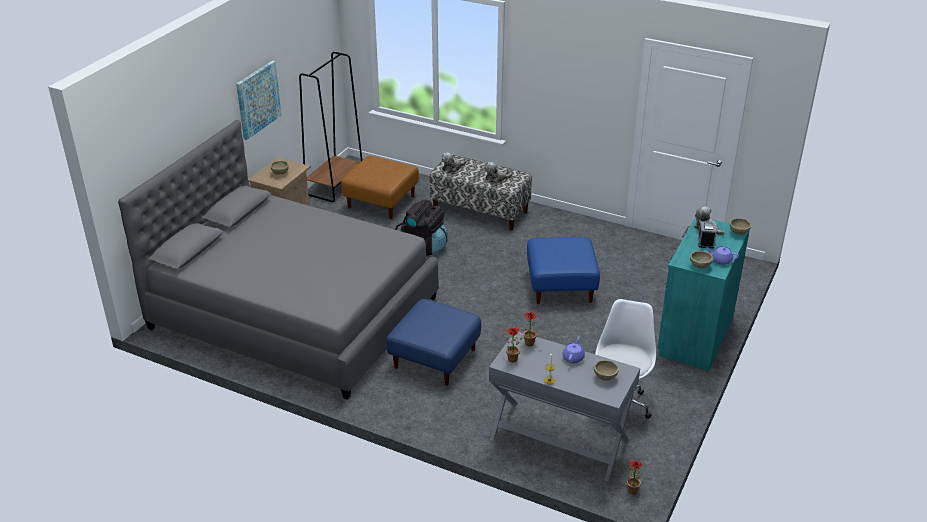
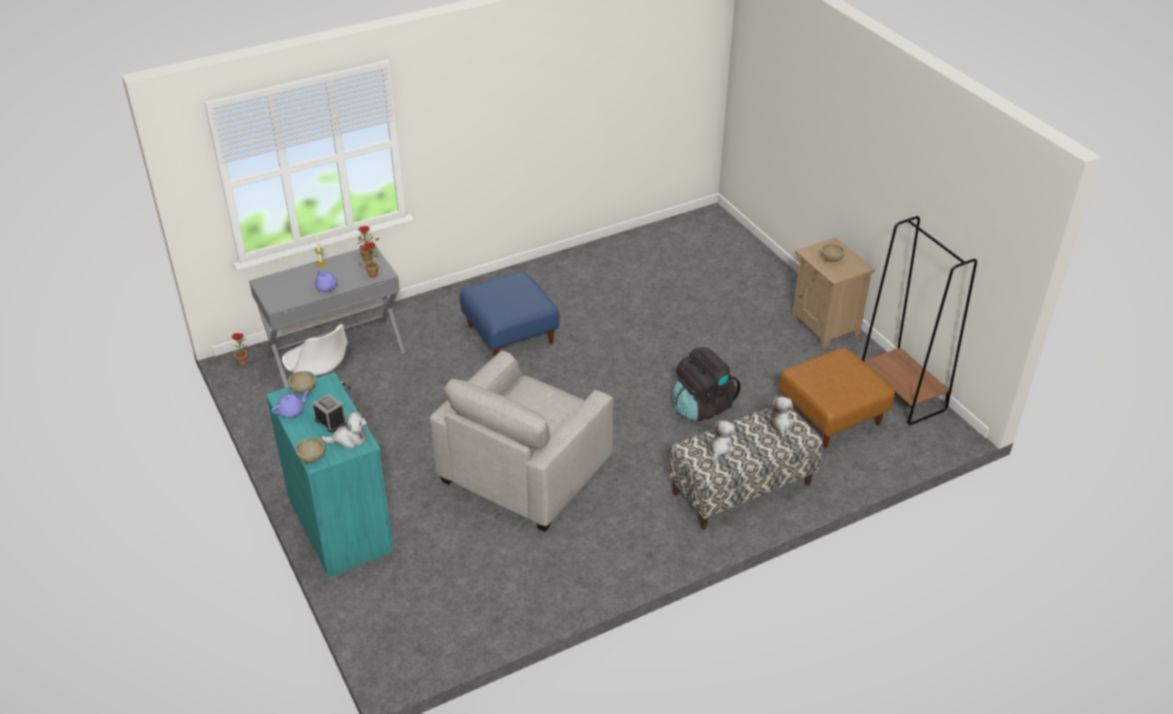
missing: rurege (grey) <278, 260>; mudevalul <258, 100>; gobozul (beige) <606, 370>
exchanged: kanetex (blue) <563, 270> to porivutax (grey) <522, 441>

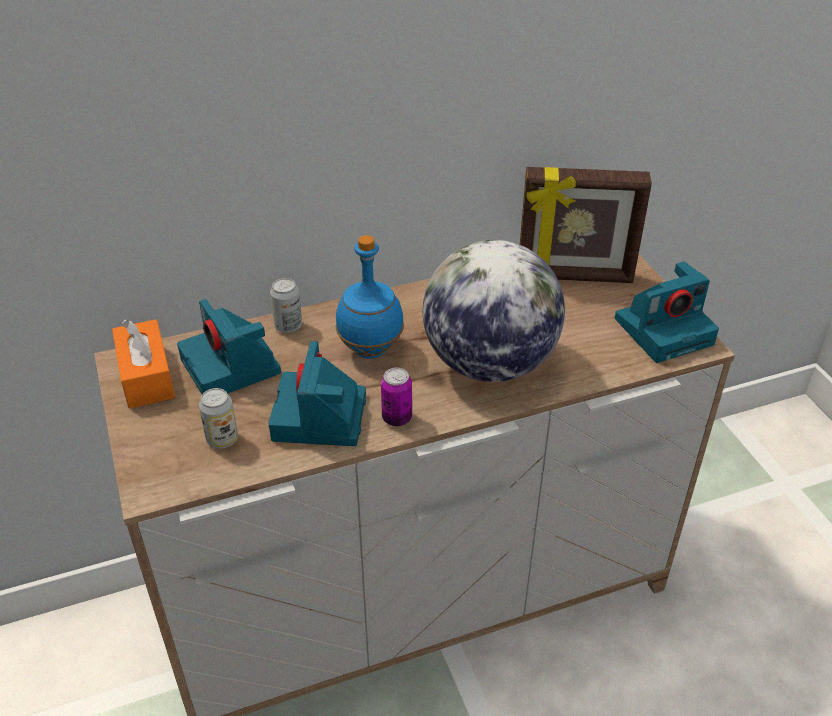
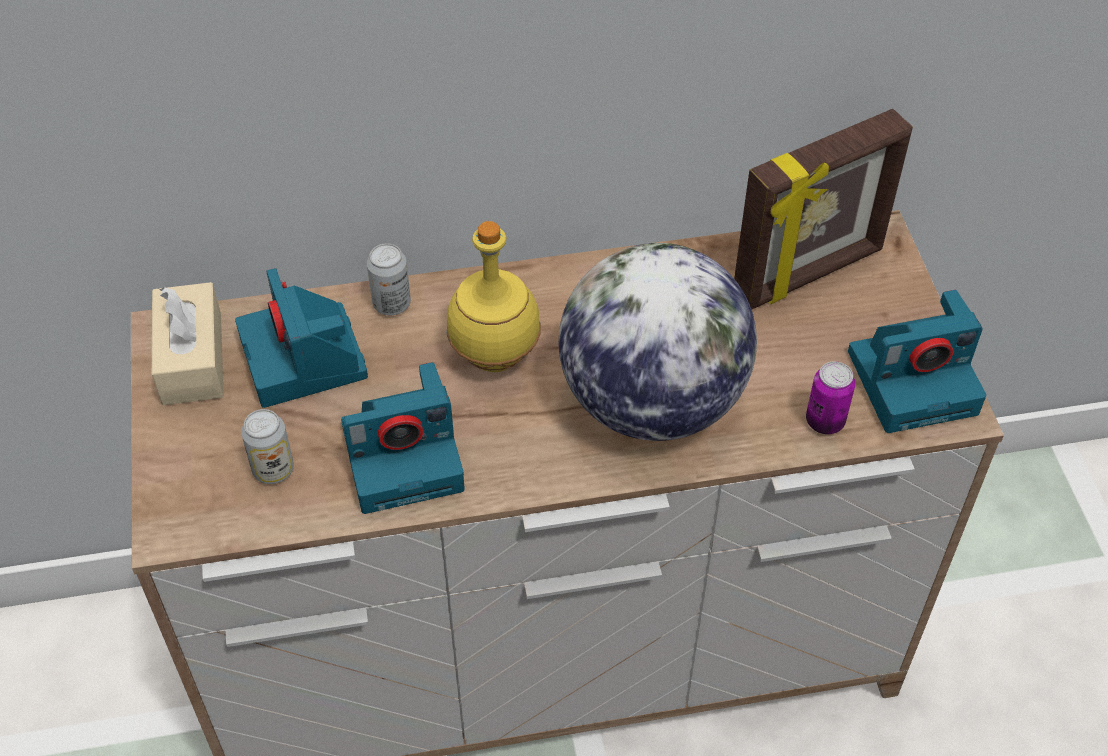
relocated: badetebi <396, 397> to <830, 397>
colour: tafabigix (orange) <143, 363> to tafabigix (beige) <188, 343>; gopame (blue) <370, 297> to gopame (yellow) <494, 296>
spun: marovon <317, 393> = <403, 438> 120 degrees counterclockwise; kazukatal <586, 225> = <823, 209> 45 degrees counterclockwise

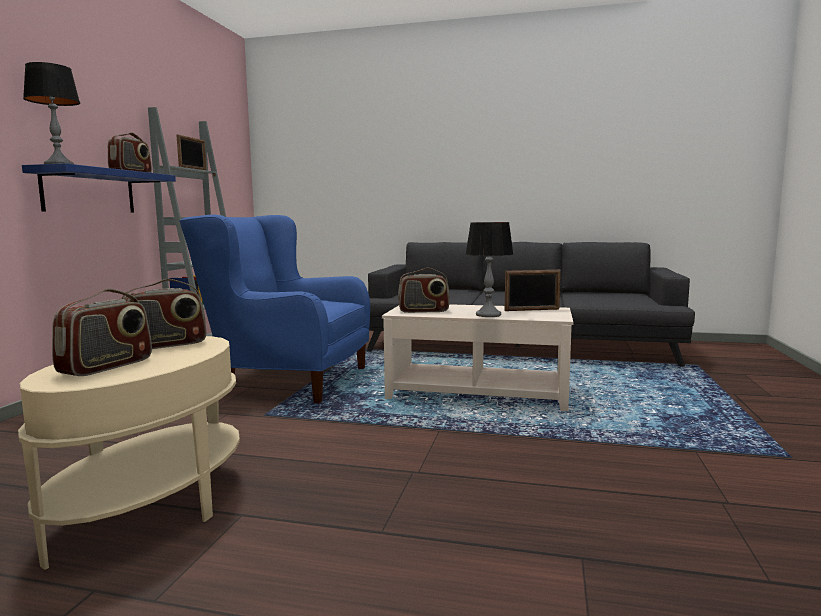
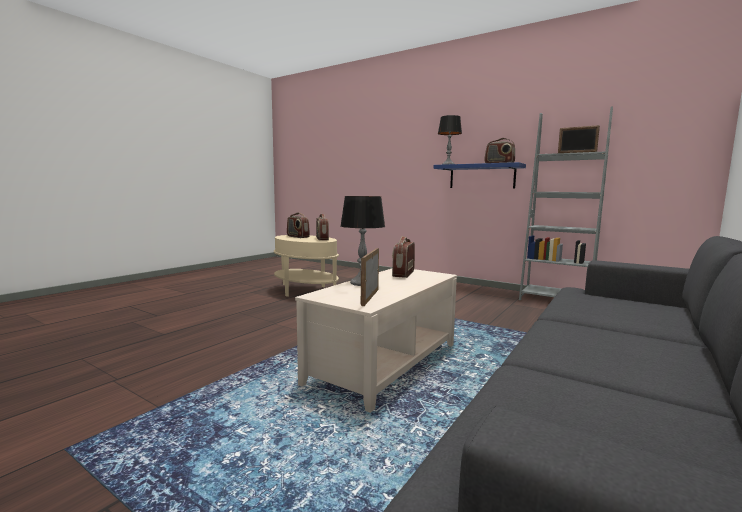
missing: porivutax (blue) <274, 309>

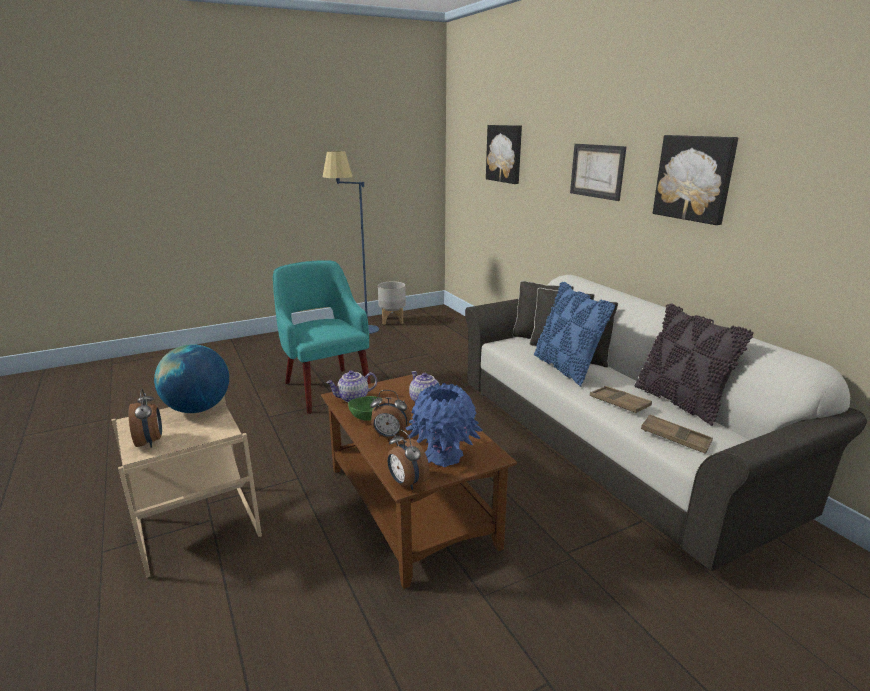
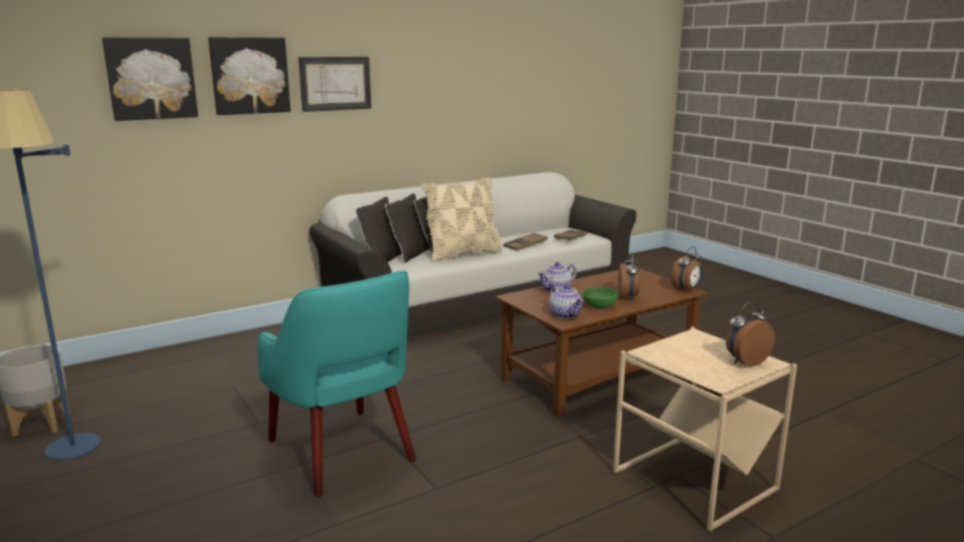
missing: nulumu <191, 378>; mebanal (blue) <444, 425>; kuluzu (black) <694, 364>
relocated: mudevalul <696, 180> to <249, 76>
colour: kuluzu (blue) <574, 334> to kuluzu (beige) <461, 220>
spun: porivutax (turquoise) <322, 337> = <337, 384> 90 degrees counterclockwise

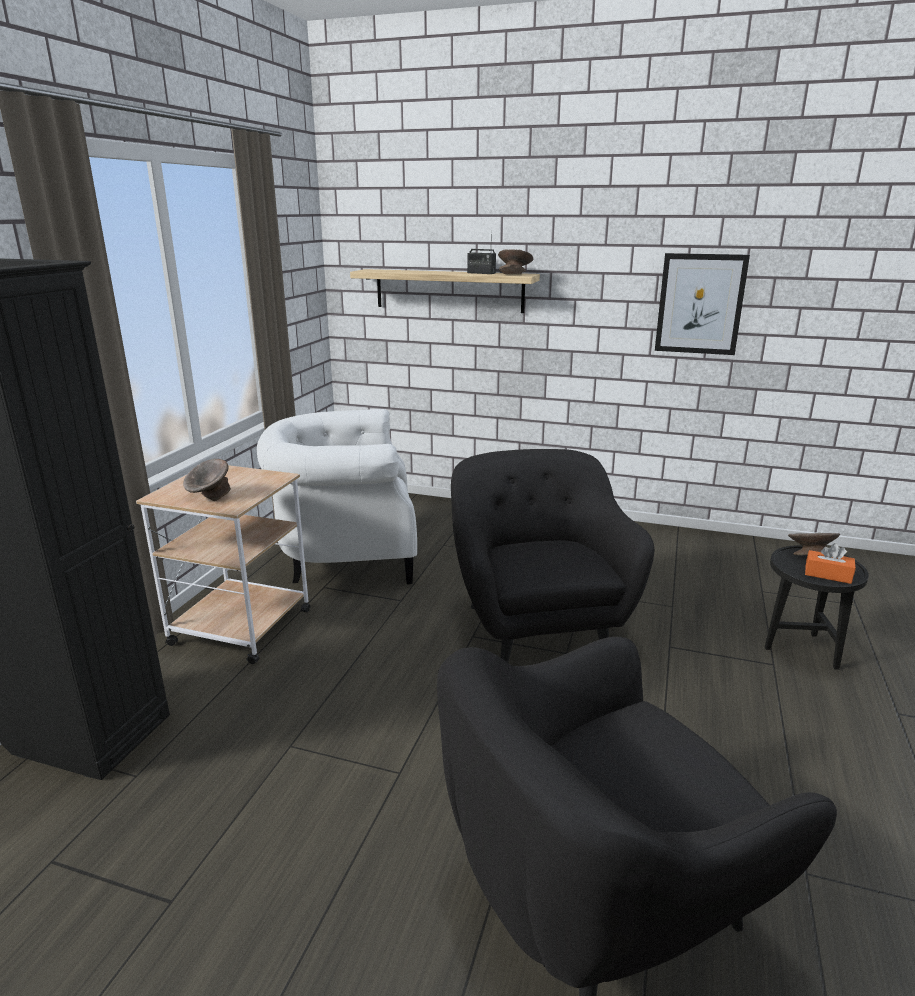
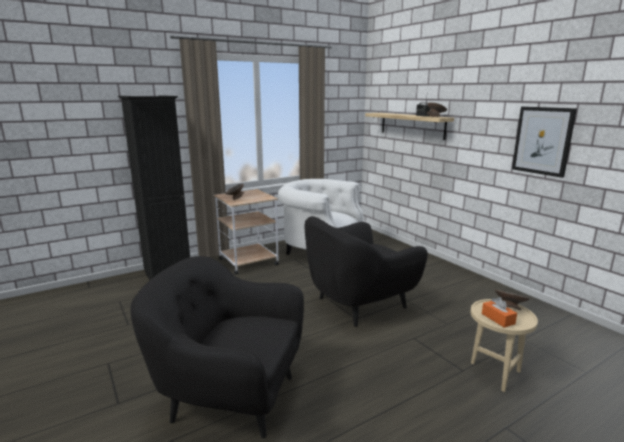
colour: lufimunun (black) <817, 607> to lufimunun (beige) <504, 345>
spun: porivutax (black) <552, 556> = <366, 271> 150 degrees counterclockwise

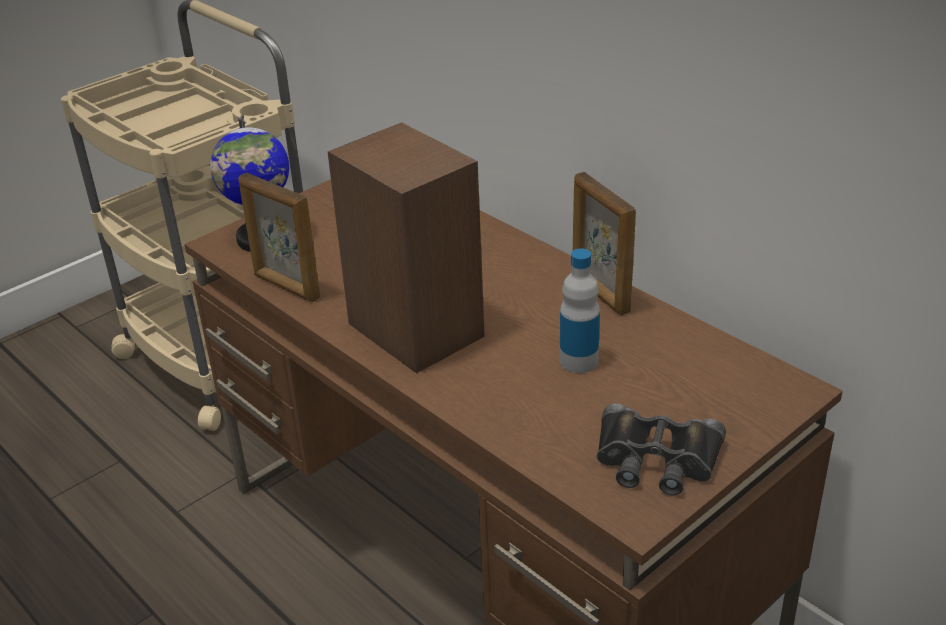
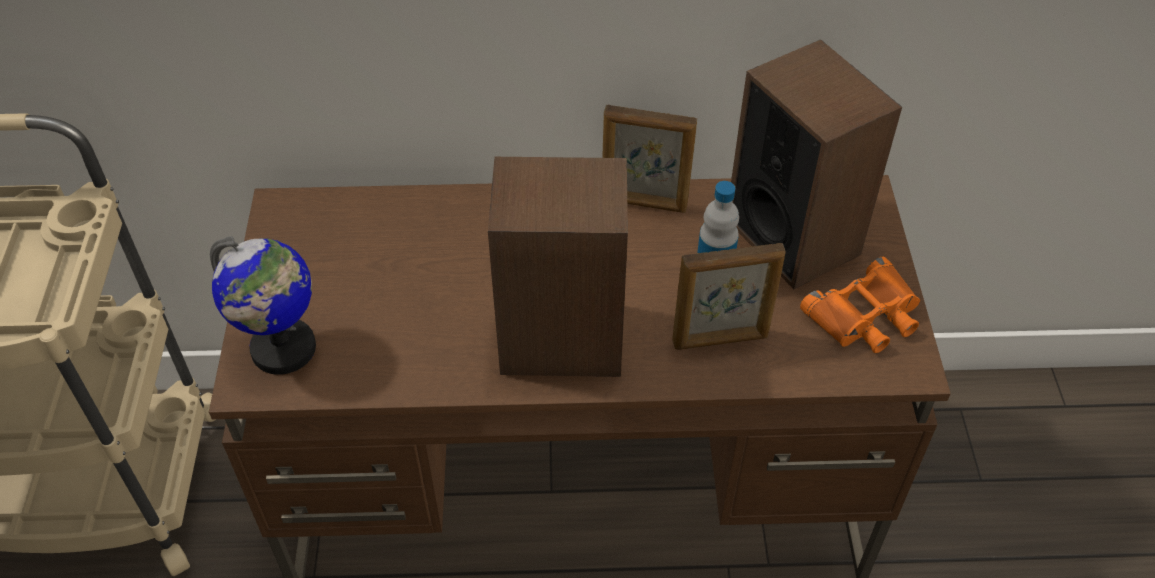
appeared: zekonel <816, 164>
relocated: kazukatal <279, 237> to <729, 296>
colour: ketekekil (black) <661, 450> to ketekekil (orange) <860, 305>

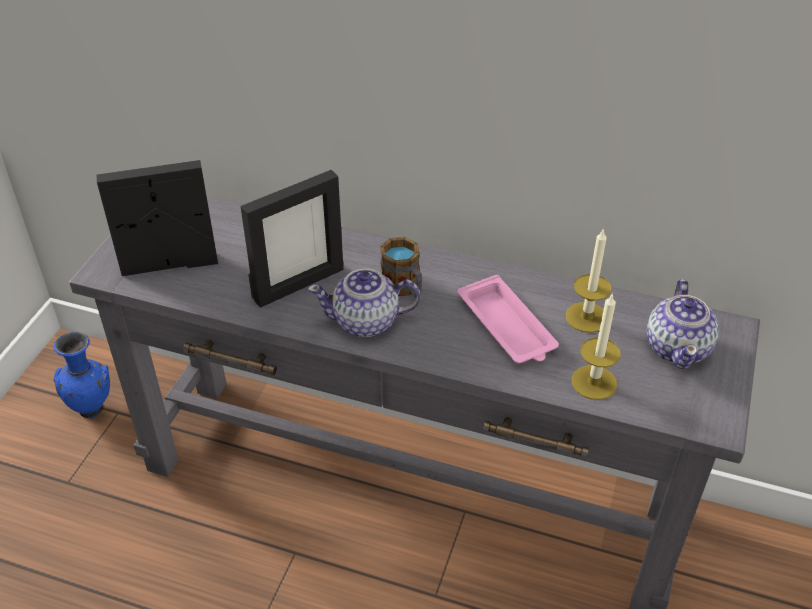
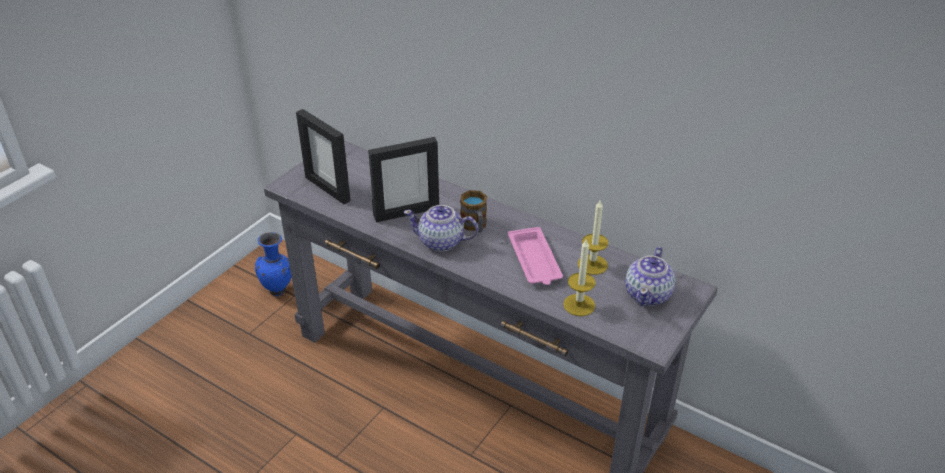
spun: kazukatal <157, 218> = <323, 156> 135 degrees counterclockwise

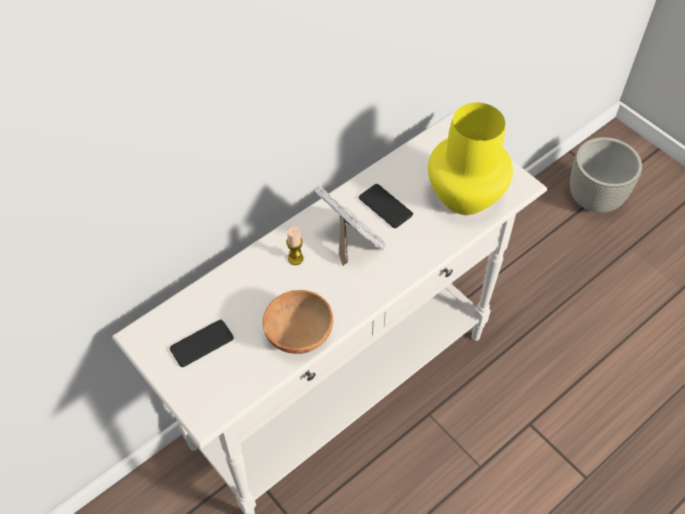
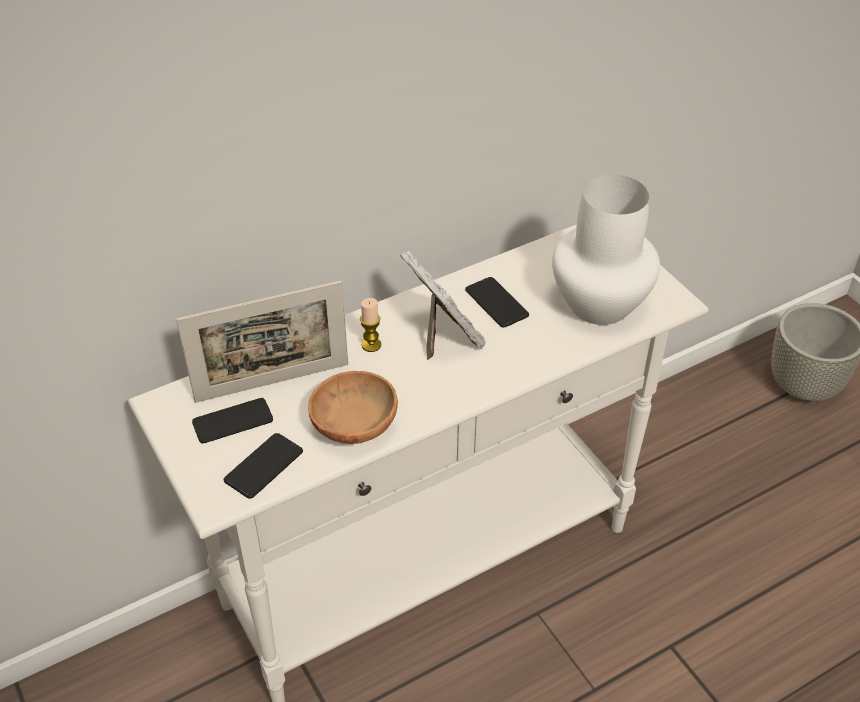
appeared: kazukatal <262, 342>; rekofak <263, 465>
colour: mebanal (yellow) <470, 159> to mebanal (white) <606, 249>

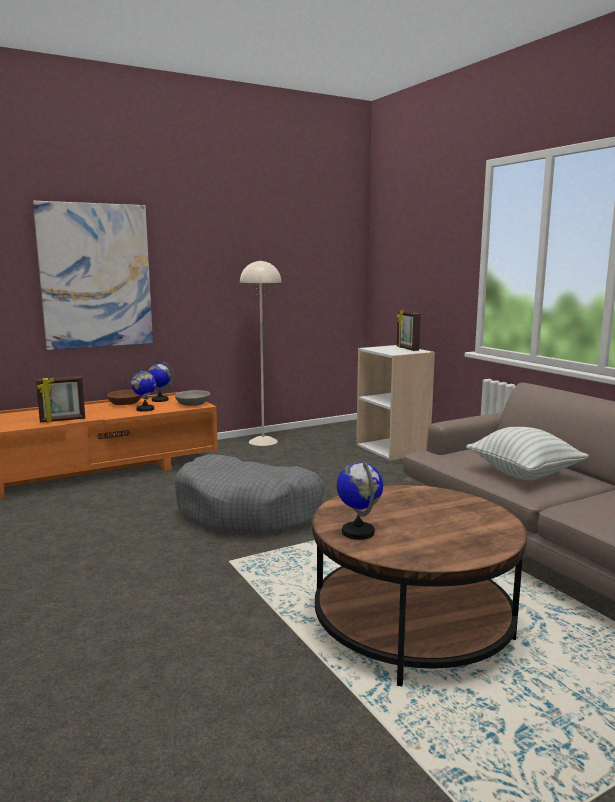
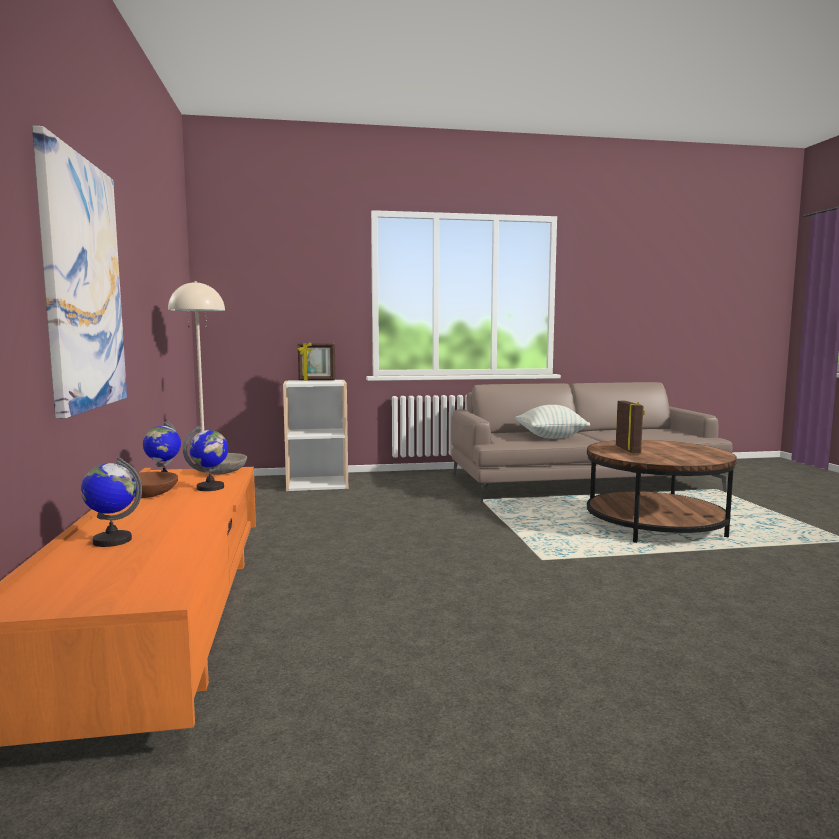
missing: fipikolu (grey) <249, 494>
relocated: nulumu <360, 500> to <111, 502>; kazukatal <60, 399> to <630, 427>

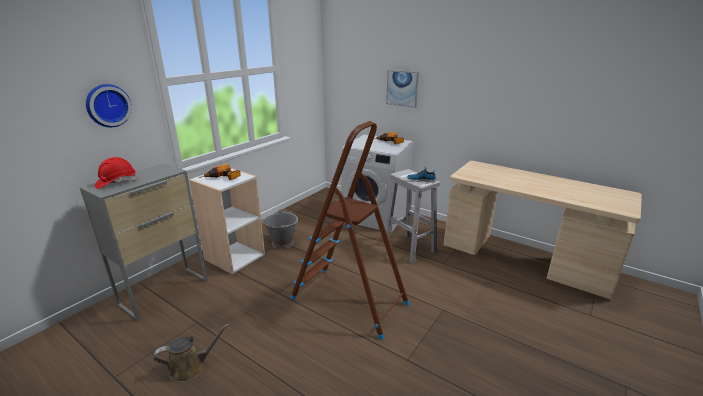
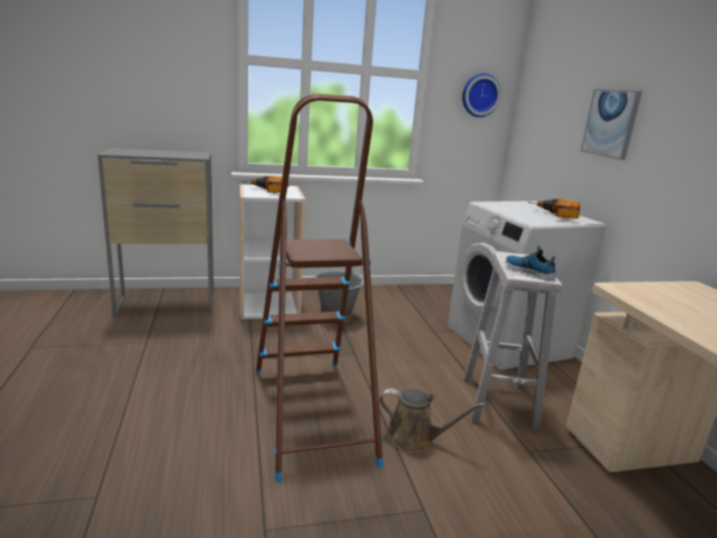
missing: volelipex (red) <116, 173>
relocated: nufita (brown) <191, 353> to <432, 421>; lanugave <109, 105> to <481, 95>

